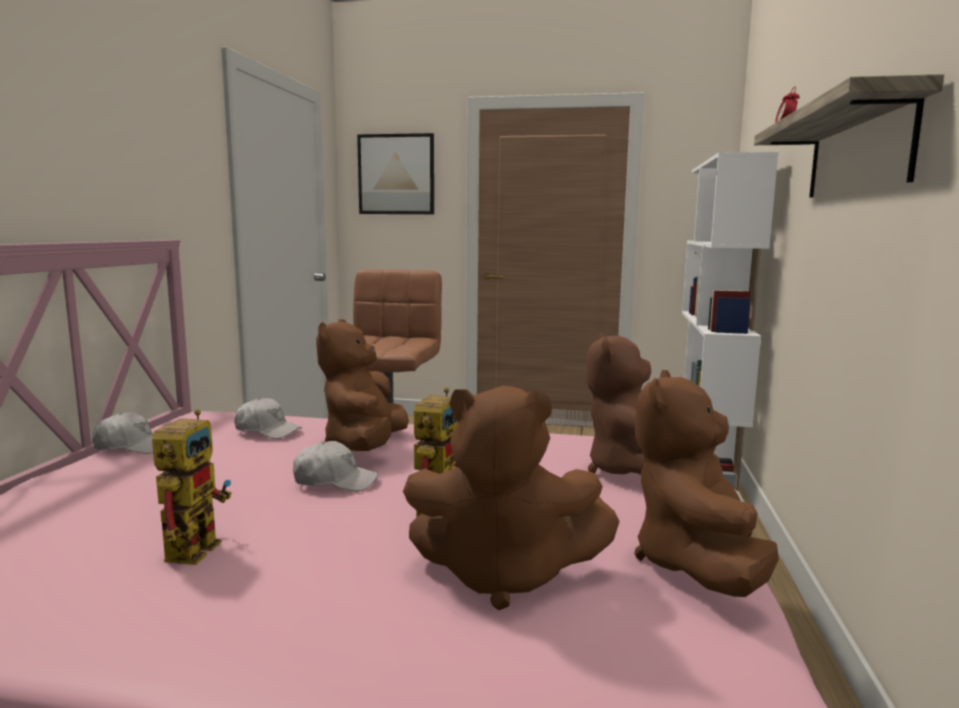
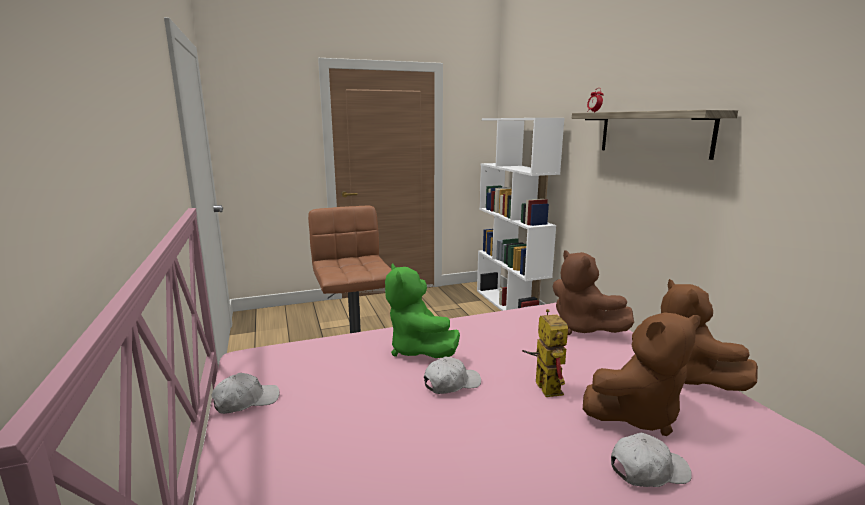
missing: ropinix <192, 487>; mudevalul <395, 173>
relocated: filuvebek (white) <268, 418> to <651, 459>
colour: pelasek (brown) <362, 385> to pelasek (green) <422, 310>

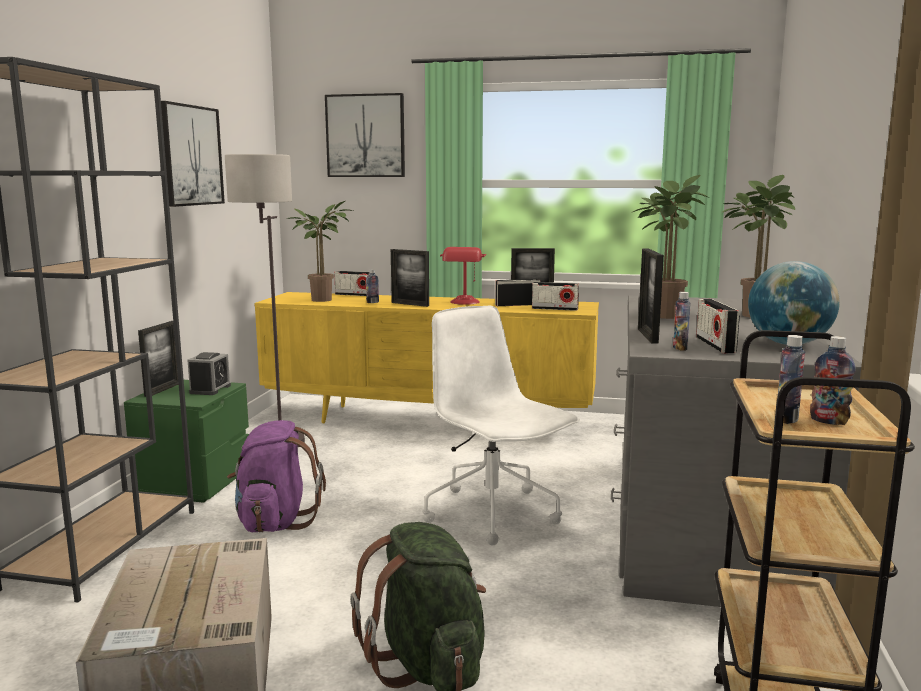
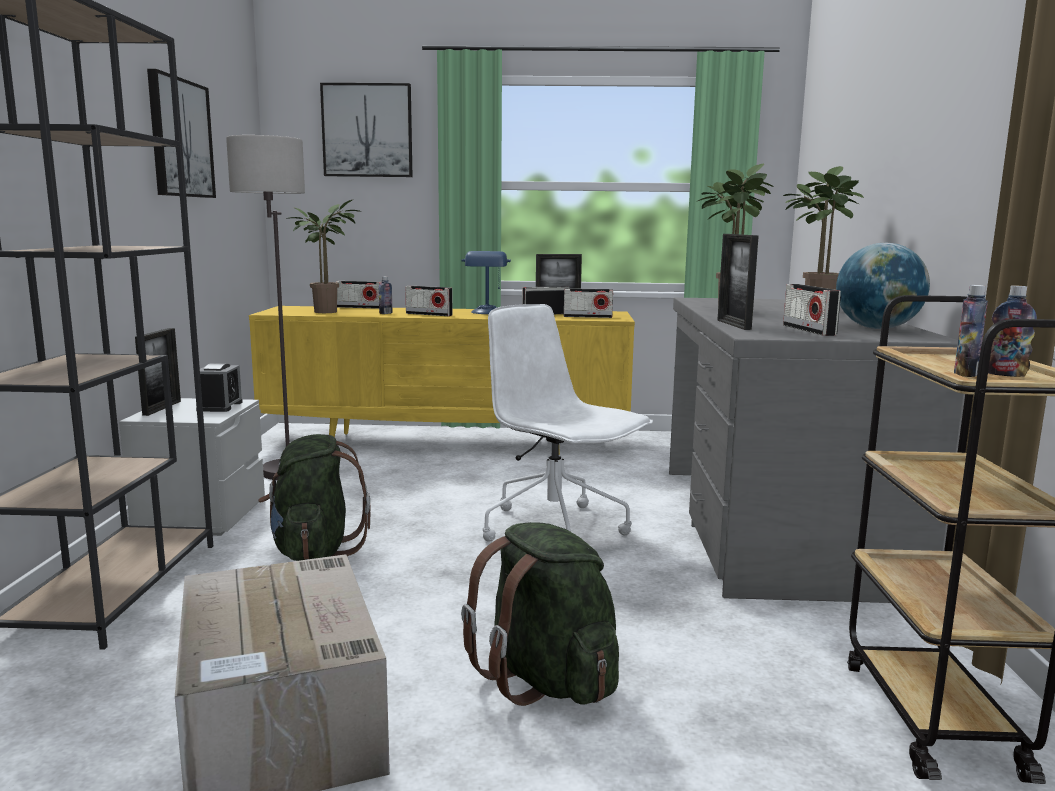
missing: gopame <682, 321>
exchanged: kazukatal <410, 278> to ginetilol <429, 301>
colour: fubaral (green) <186, 441> to fubaral (white) <192, 467>; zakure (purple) <276, 476> to zakure (green) <314, 497>; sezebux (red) <463, 276> to sezebux (blue) <486, 282>

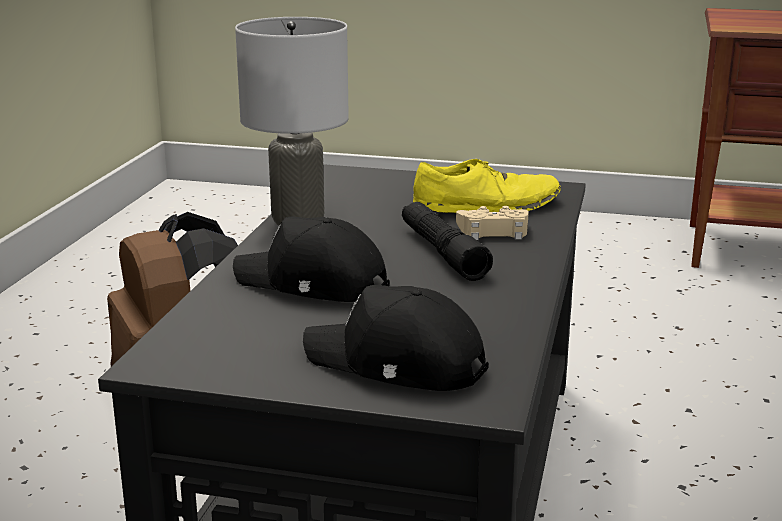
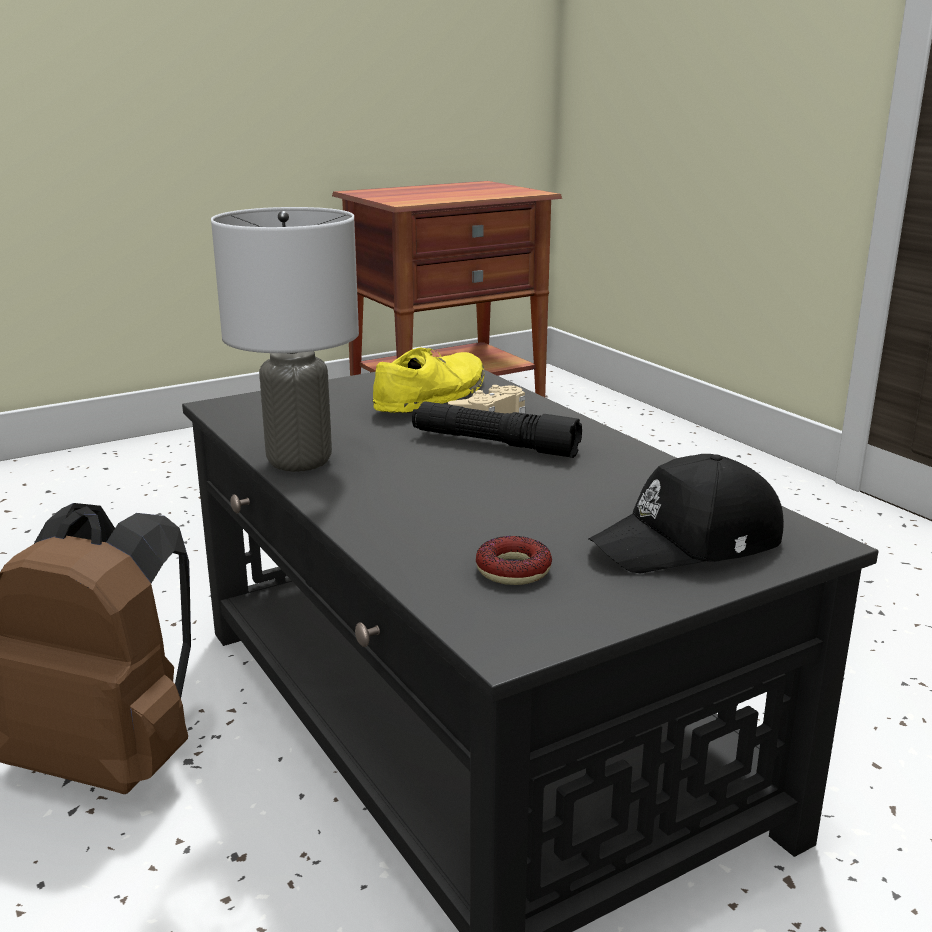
missing: filuvebek (black) <311, 259>
appeared: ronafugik <514, 560>

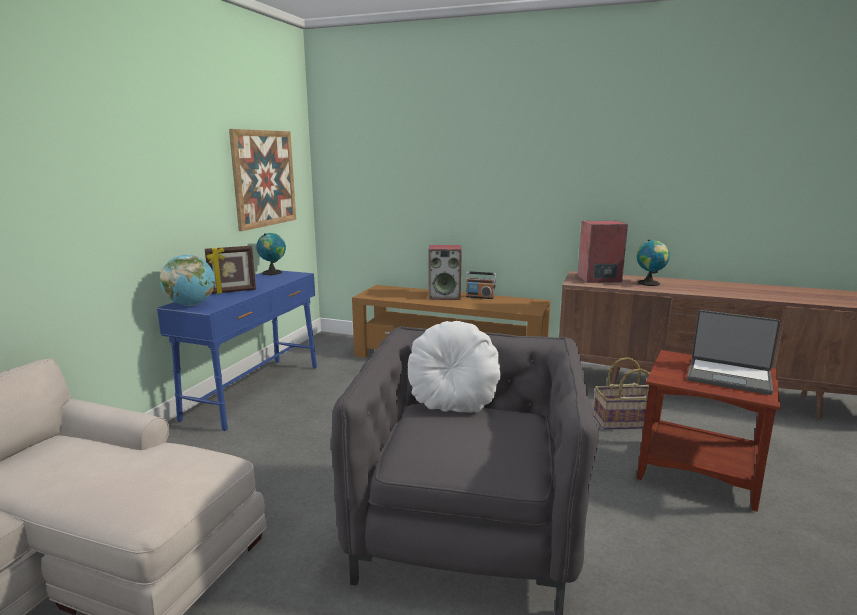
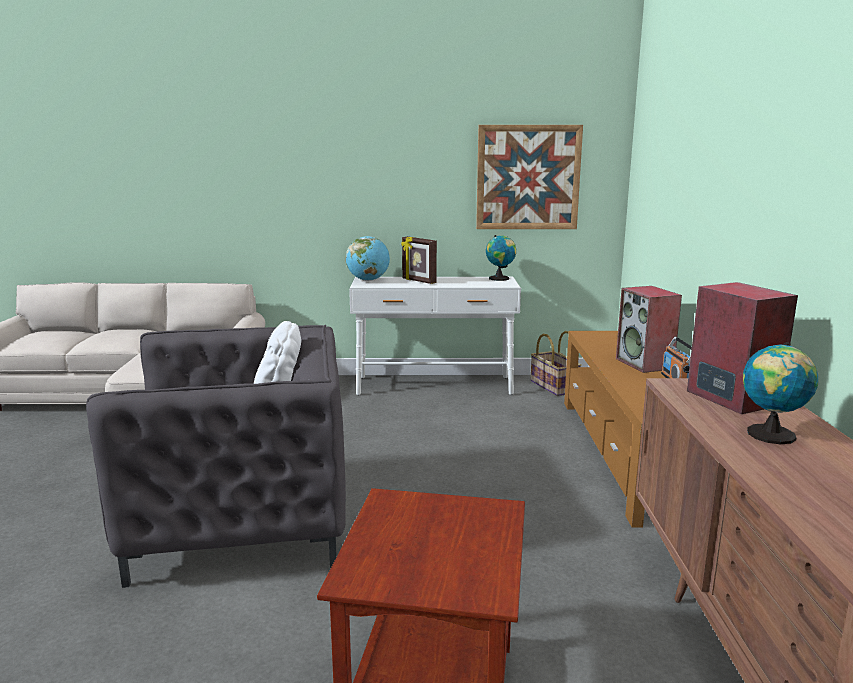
missing: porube <733, 352>
relocated: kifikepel <622, 393> to <556, 363>
colour: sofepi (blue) <237, 351> to sofepi (white) <435, 336>

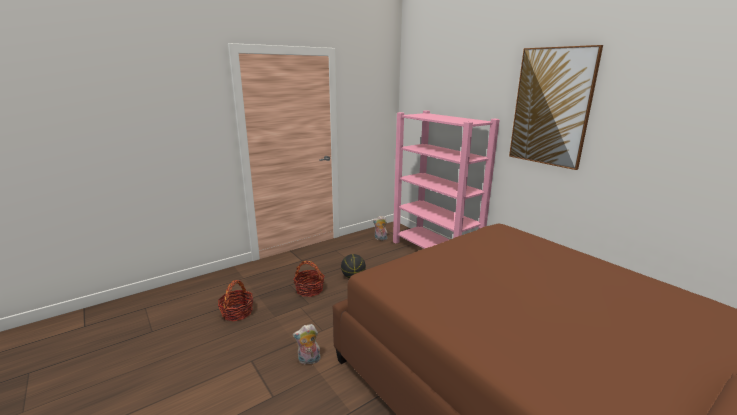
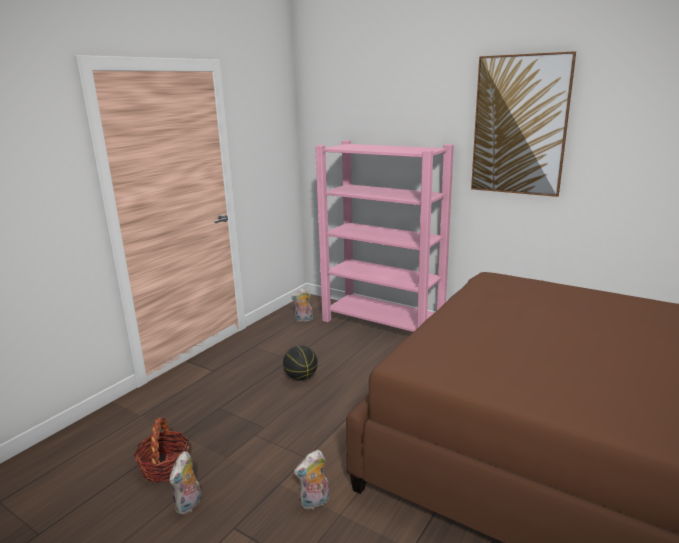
missing: kifikepel <309, 279>
appeared: pelasek <185, 483>

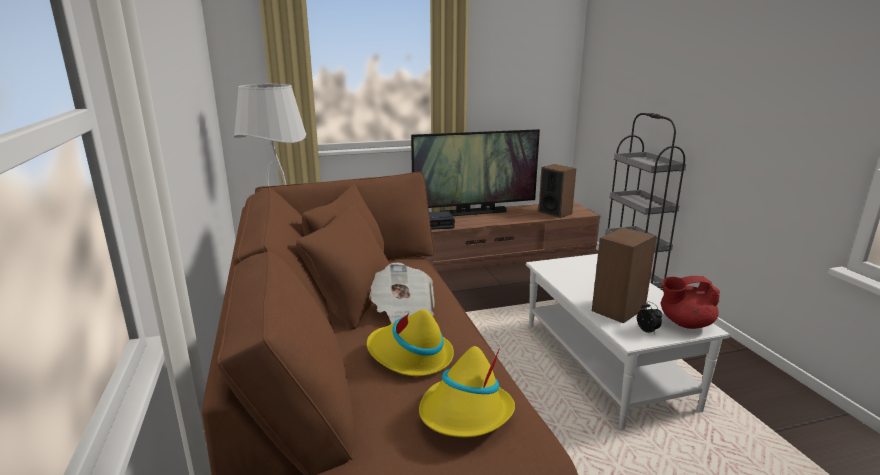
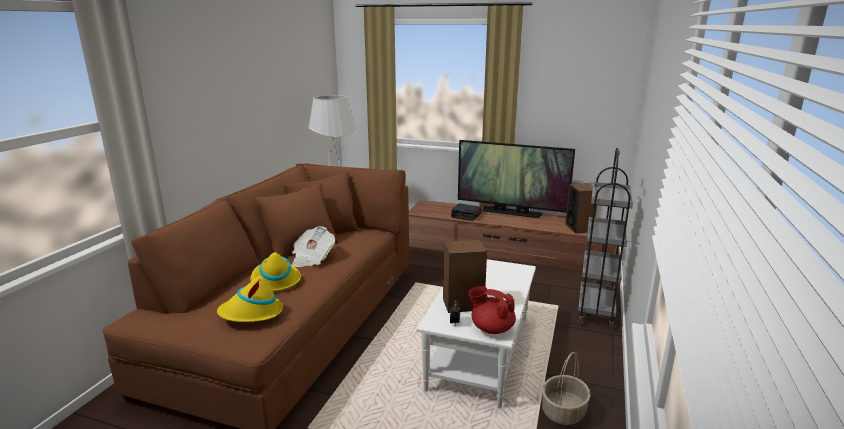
appeared: kifikepel <566, 388>

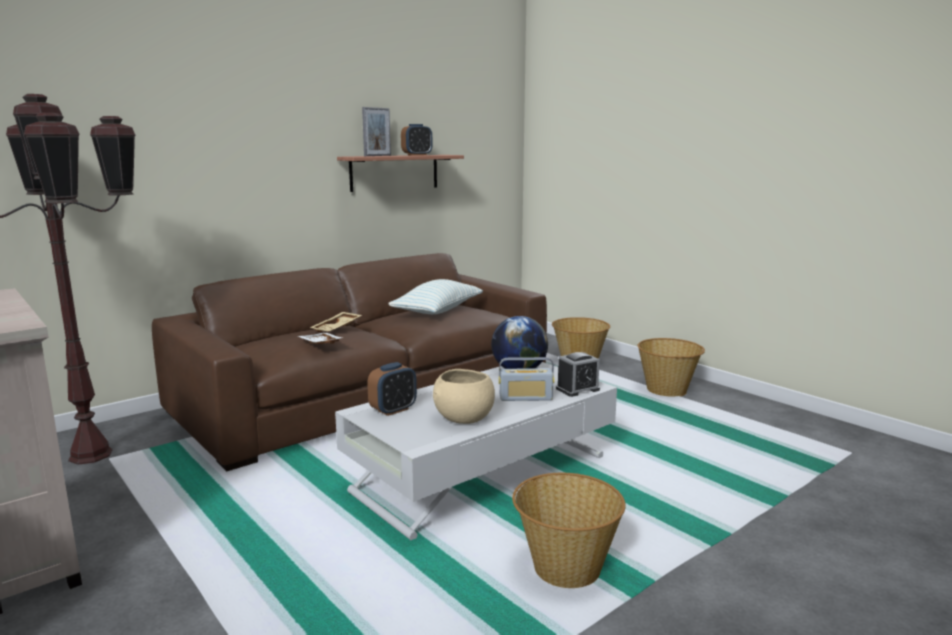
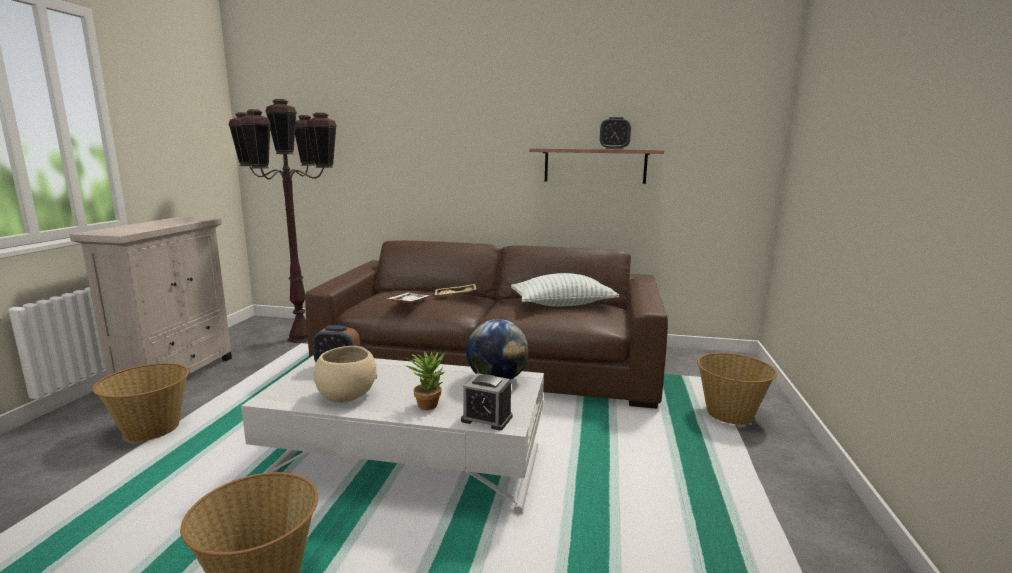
missing: kazukatal <376, 131>
relocated: kifikepel <671, 367> to <140, 402>
exchanged: ginetilol <526, 379> to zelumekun <425, 380>

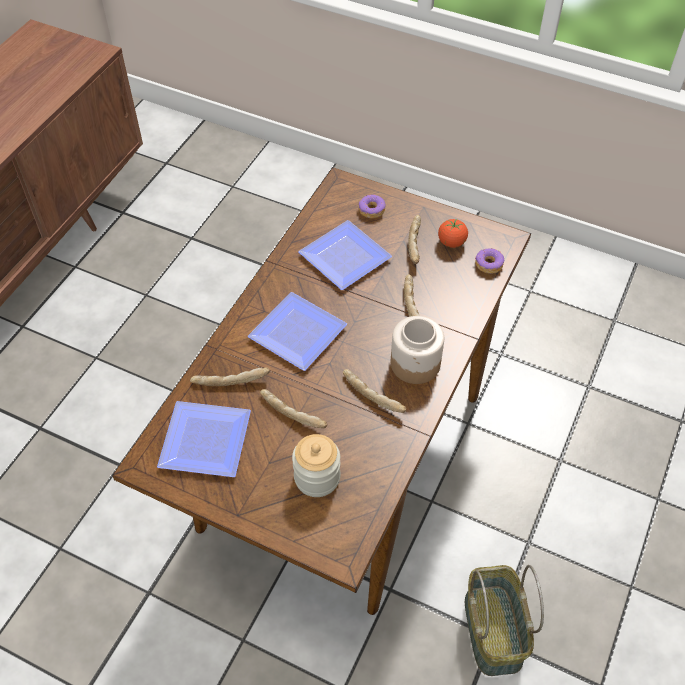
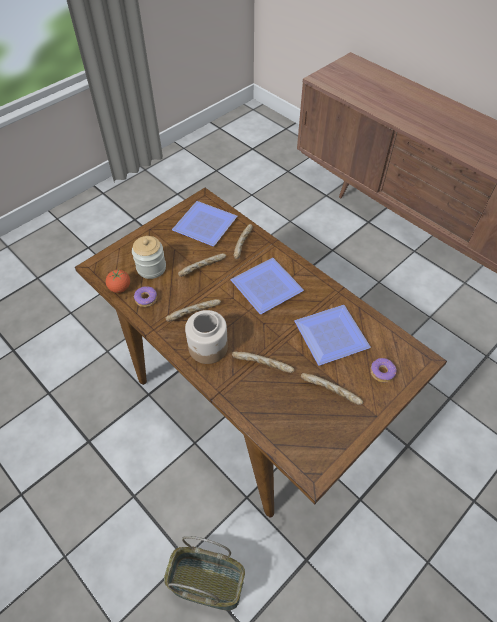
relocated: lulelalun <453, 233> to <118, 281>; ronafugik <489, 261> to <145, 296>; kifikepel <504, 620> to <204, 573>

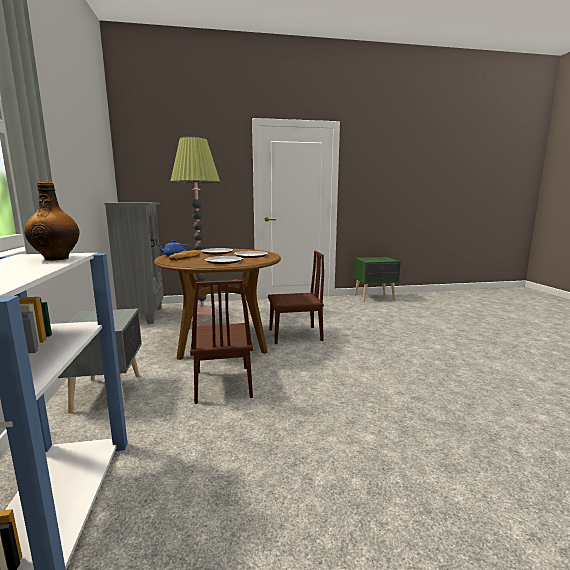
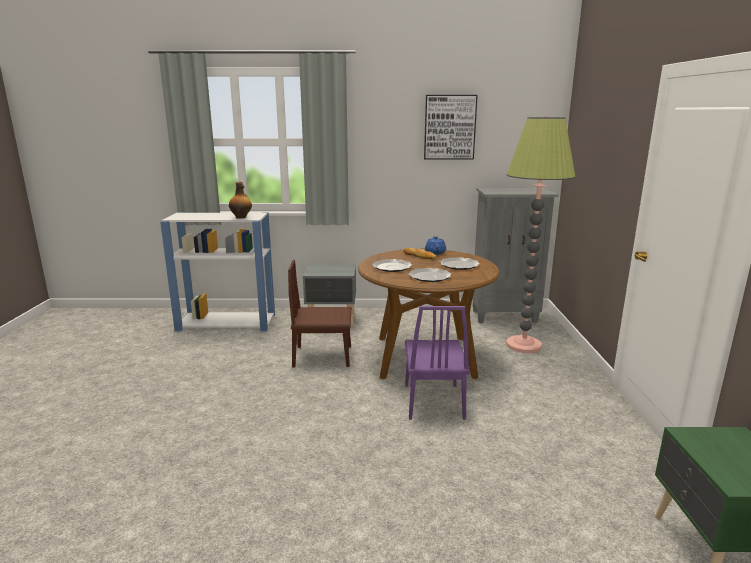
appeared: mudevalul <451, 127>
colour: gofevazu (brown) <296, 297> to gofevazu (purple) <437, 363>

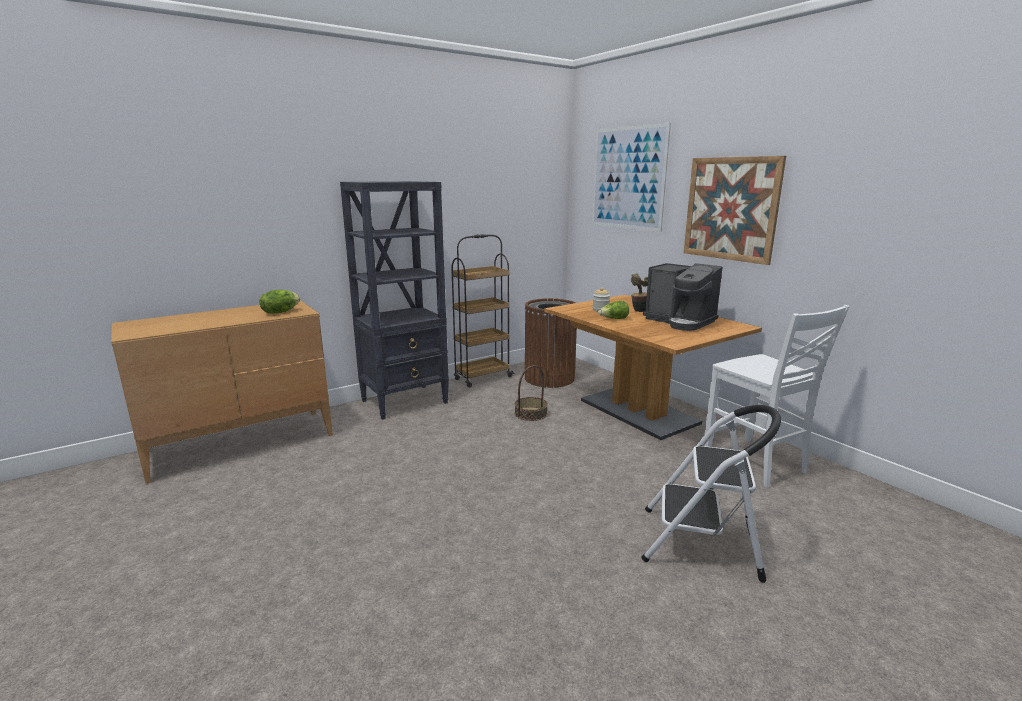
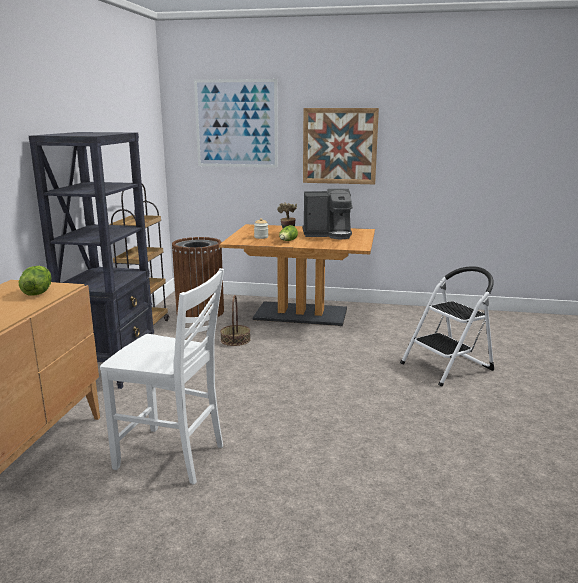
relocated: gofevazu (white) <777, 396> to <162, 376>

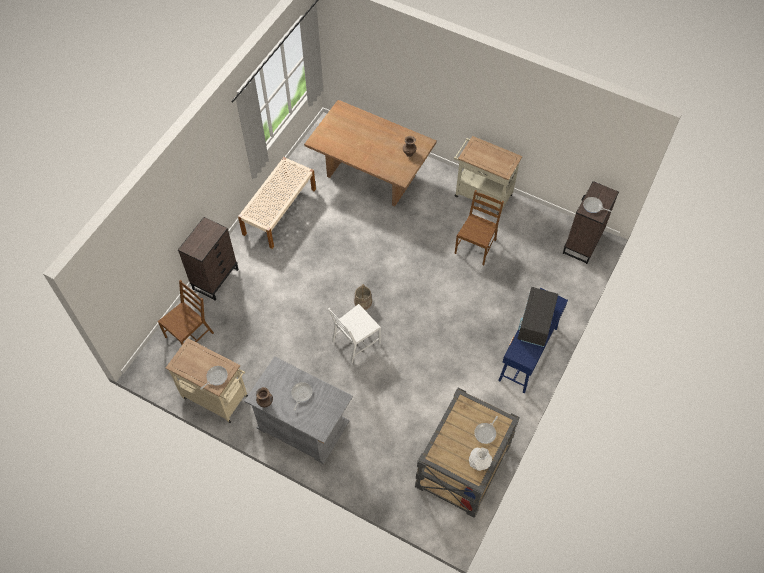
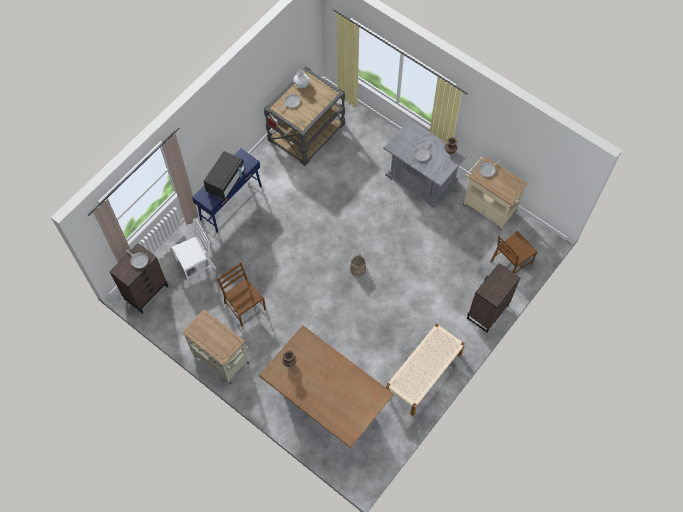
relocated: gofevazu (white) <354, 334> to <194, 251>
spun: gofevazu (brown) <479, 227> = <241, 294> 105 degrees clockwise

